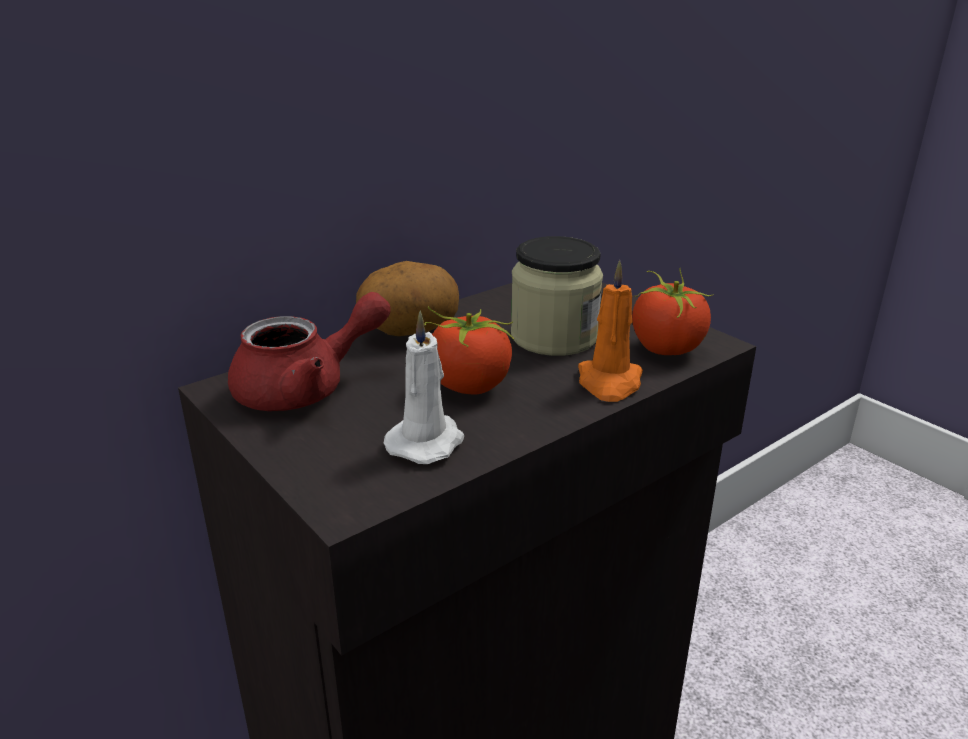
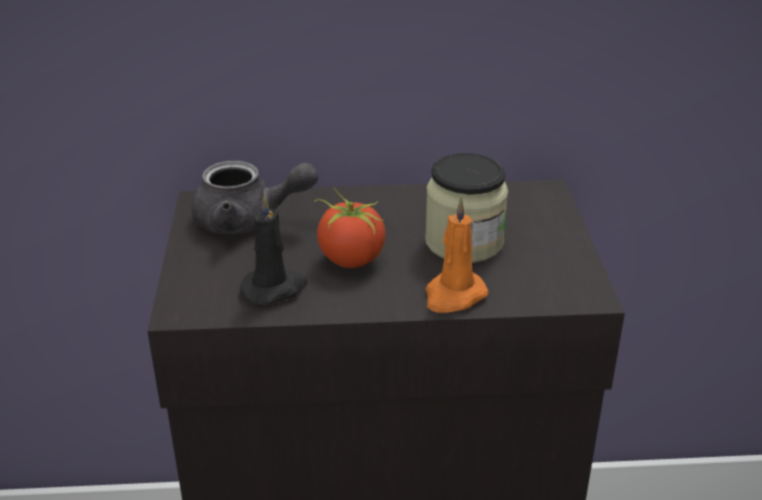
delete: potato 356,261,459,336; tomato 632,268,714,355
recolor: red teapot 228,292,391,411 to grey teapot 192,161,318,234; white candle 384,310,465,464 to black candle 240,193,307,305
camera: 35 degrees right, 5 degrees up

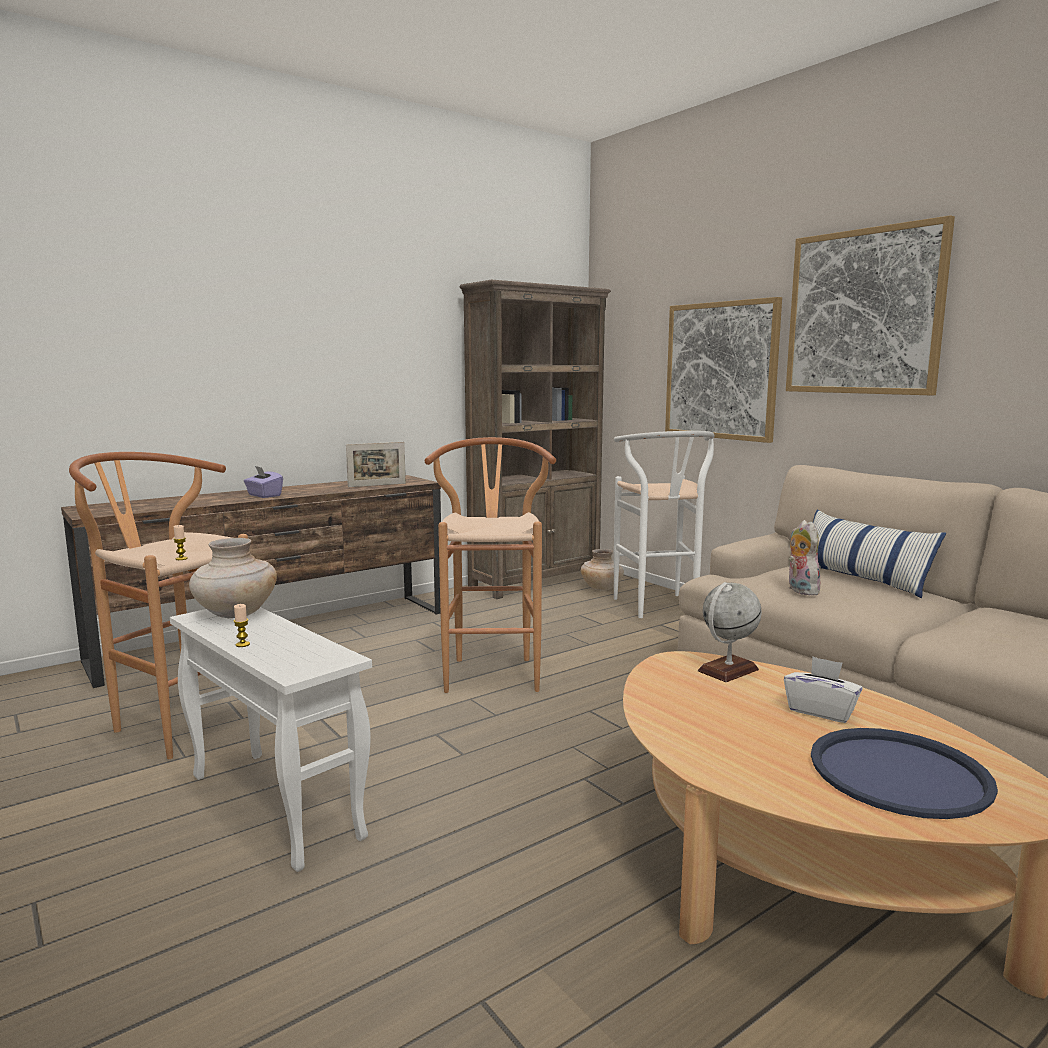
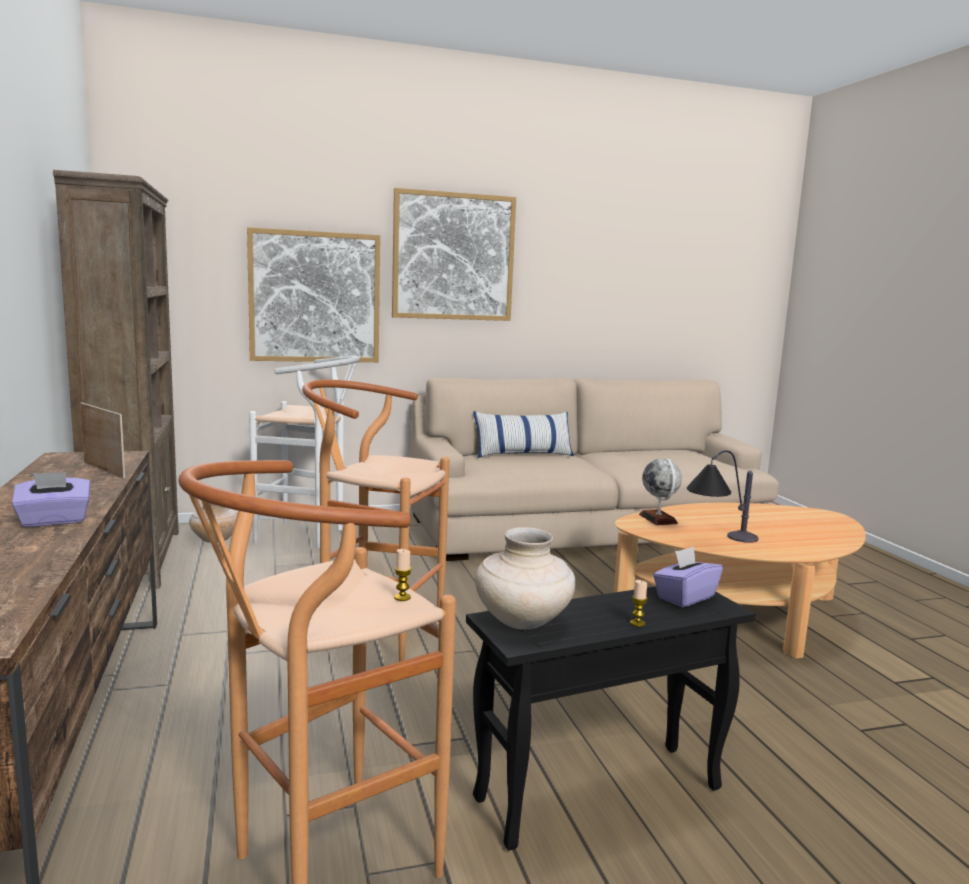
delete: white tissue box 784,656,863,723; plush toy 788,520,821,596; blue tray 811,728,998,819
insert: purple tissue box 653,546,723,607; table lamp 687,450,759,543
recolor: white side table 170,607,372,872 to black side table 466,586,755,851
rotate: picture frame 346,442,406,487 = 80,402,125,479 45 degrees counterclockwise
camera: 70 degrees left, 0 degrees up

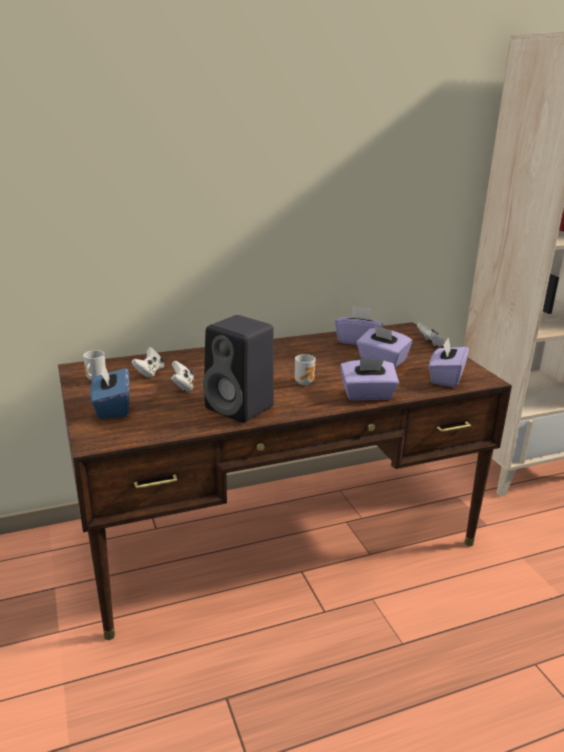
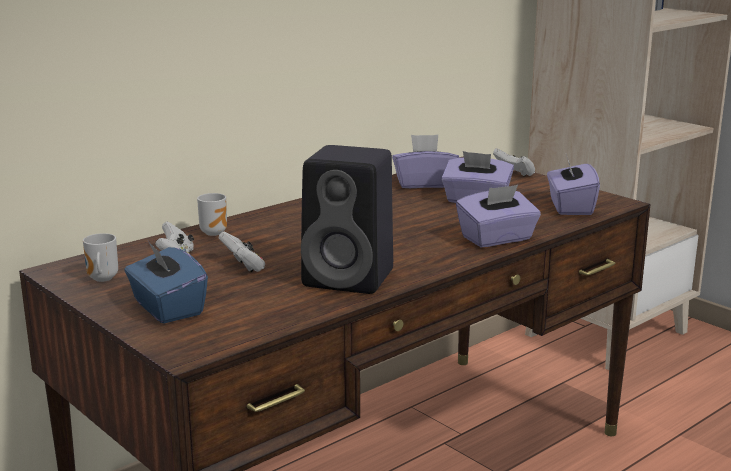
move: mug 295,354,316,385 to 197,193,227,236
camera: 20 degrees left, 5 degrees down

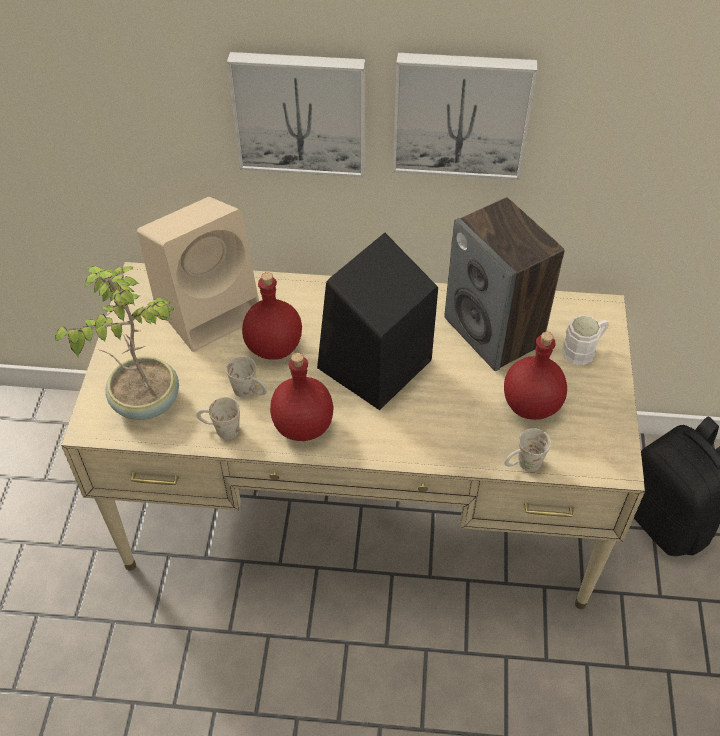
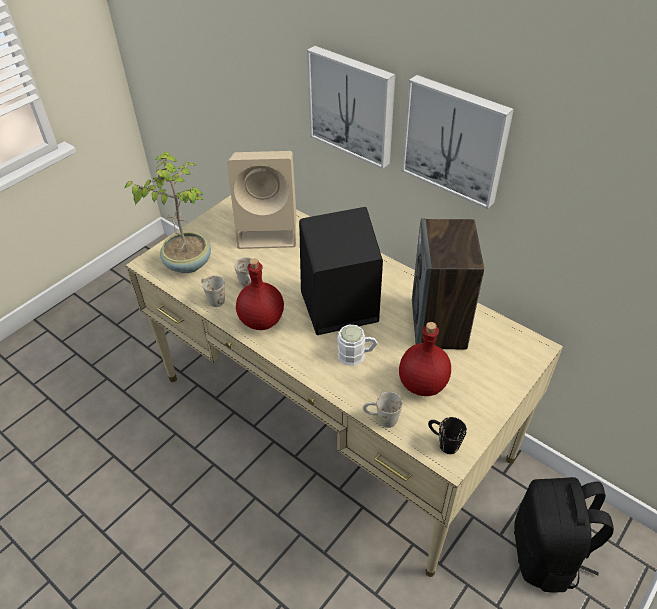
delete: red bottle 242,272,302,360
insert: black mug 428,417,467,454
move: white mug 561,315,609,365 to 337,325,377,366
camera: 35 degrees right, 5 degrees down

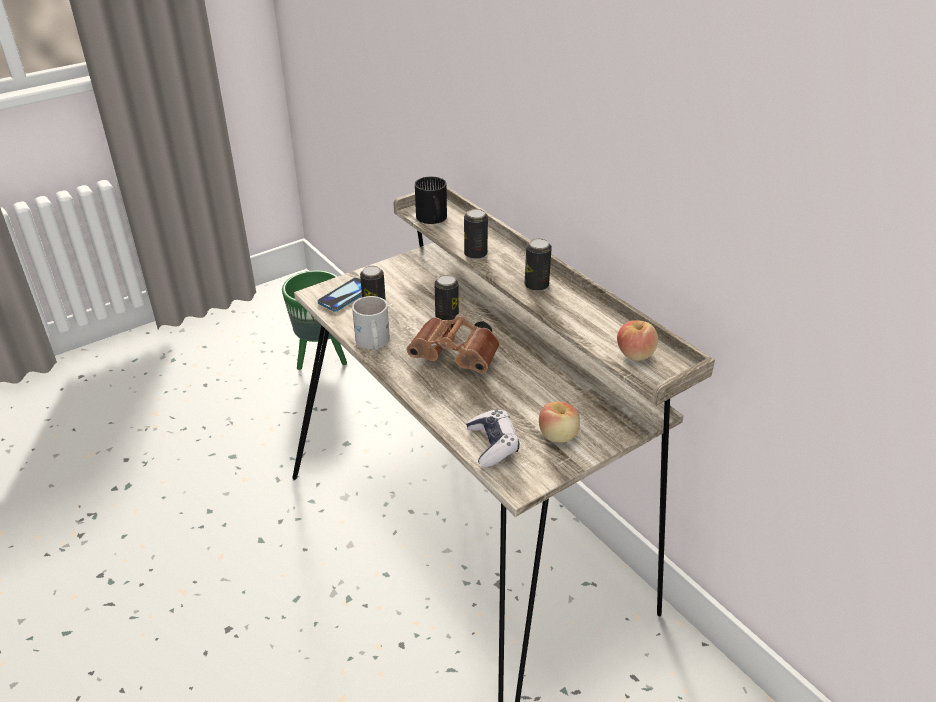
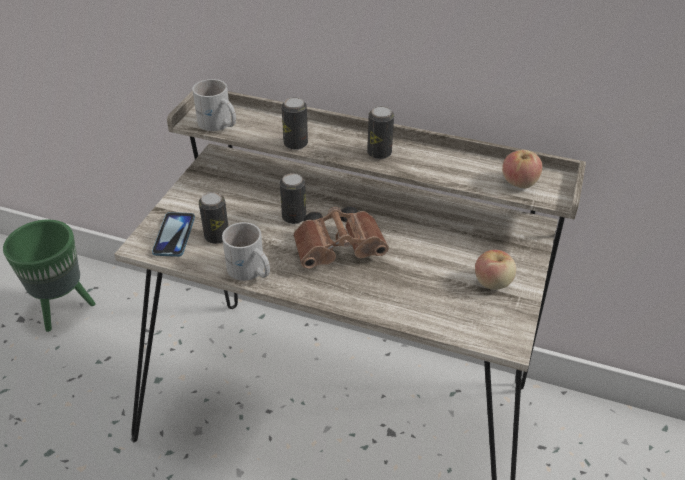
delete: game controller 466,409,519,467
recolor: black mug 415,177,447,224 to white mug 192,79,236,131
camera: 35 degrees left, 5 degrees up

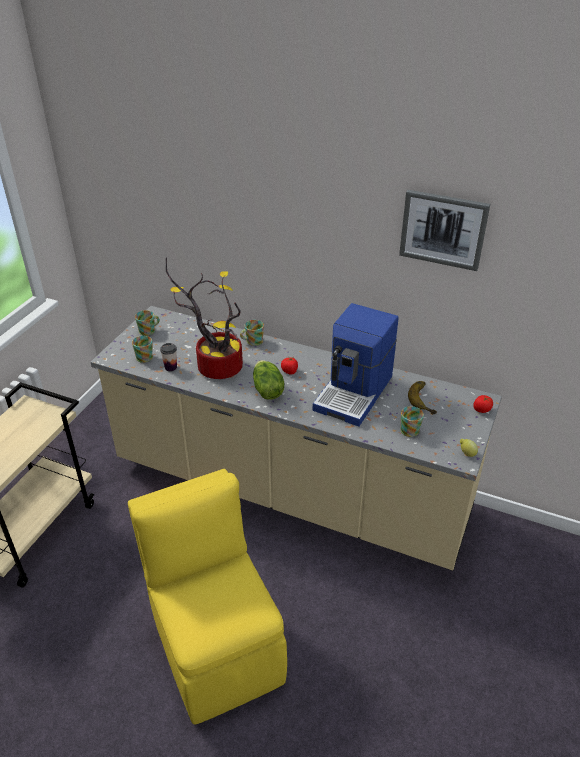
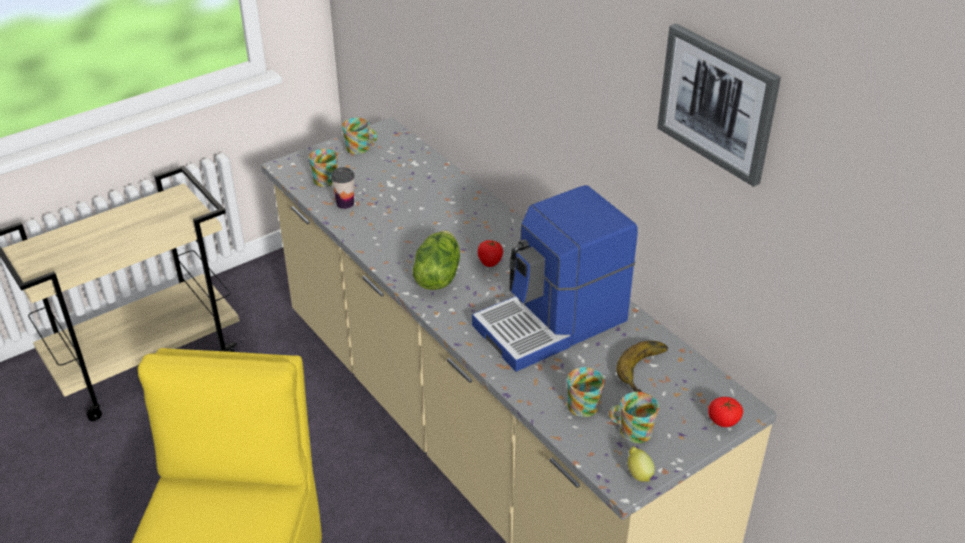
delete: potted plant 166,257,243,379
move: mug 240,320,264,346 to 609,392,659,443
camera: 30 degrees right, 0 degrees up

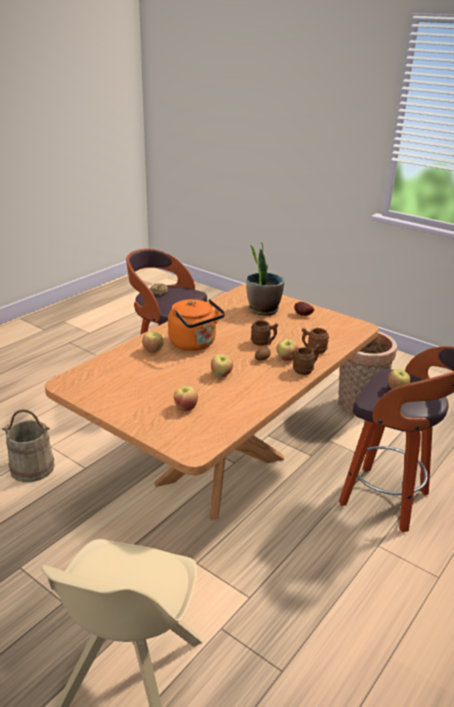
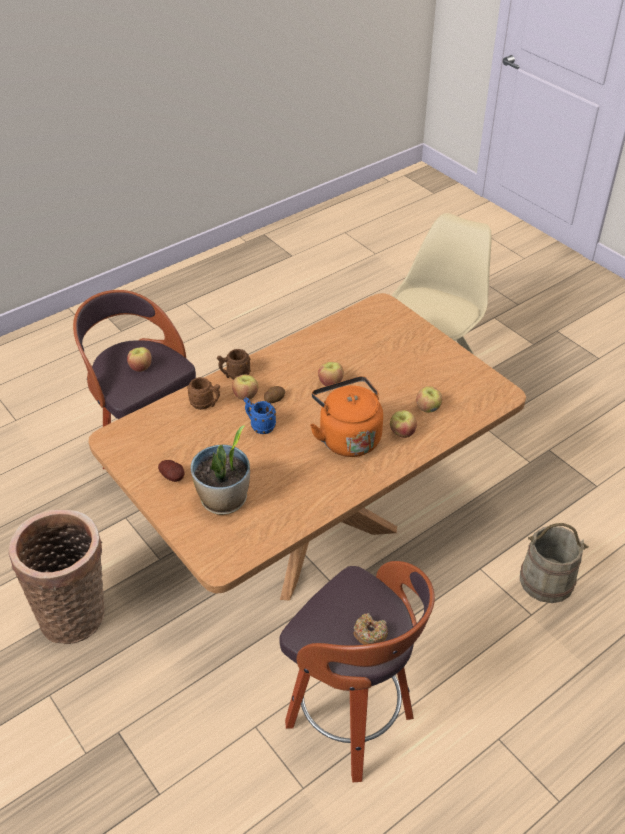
move: apple 174,386,198,411 to 416,386,442,413
recolor: brown mug 251,320,278,346 to blue mug 244,397,276,434
camera: 165 degrees left, 15 degrees up

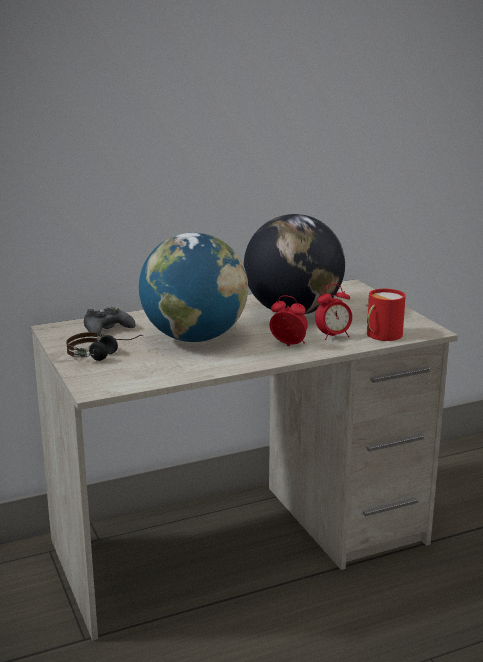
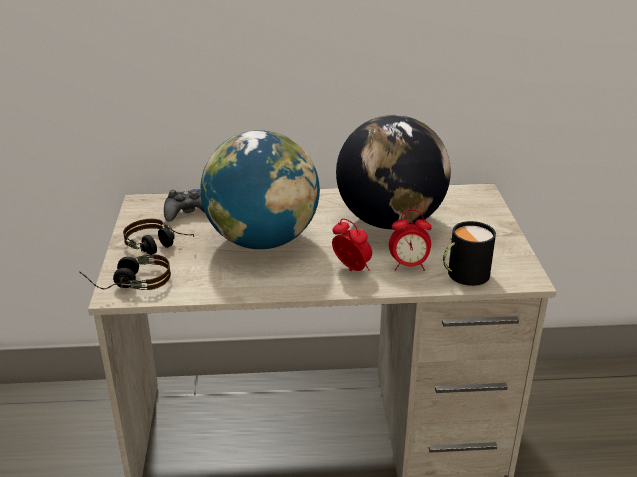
insert: headphones 79,254,171,290
recolor: red mug 366,289,406,341 to black mug 443,221,496,286
camera: 20 degrees right, 10 degrees up

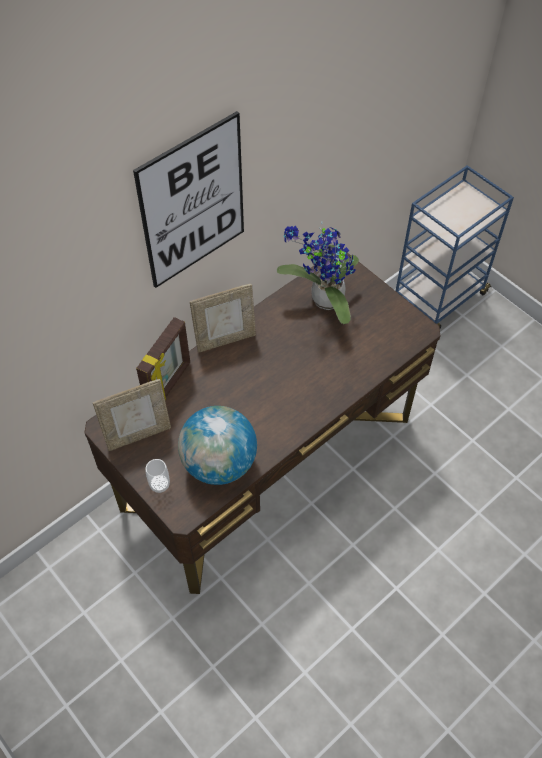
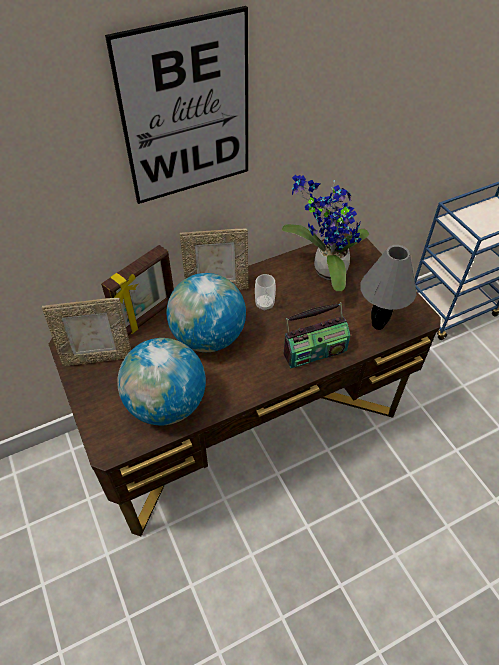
insert: globe 166,273,246,352; radio 284,302,351,368; grey table lamp 360,245,417,330
move: cup 145,459,170,493 to 255,274,276,311
camera: 15 degrees right, 5 degrees down

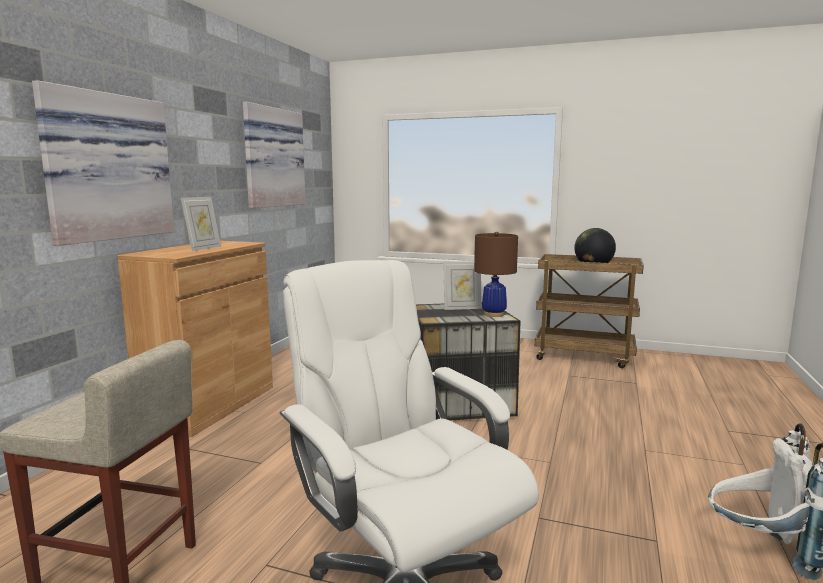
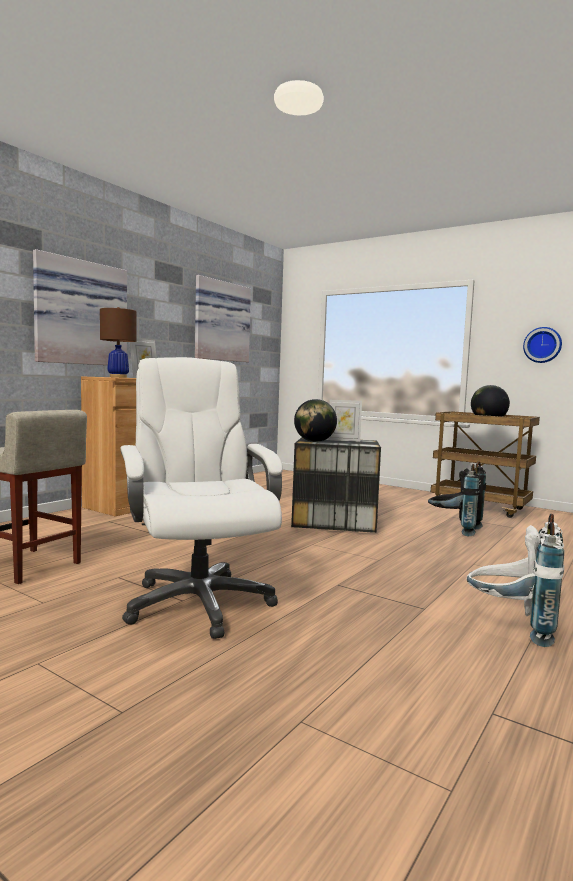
insert: globe 294,399,337,442; black backpack 428,461,486,536; wall clock 523,327,562,363
move: brown table lamp 474,232,518,317 to 100,307,137,378
camera: 15 degrees right, 5 degrees down

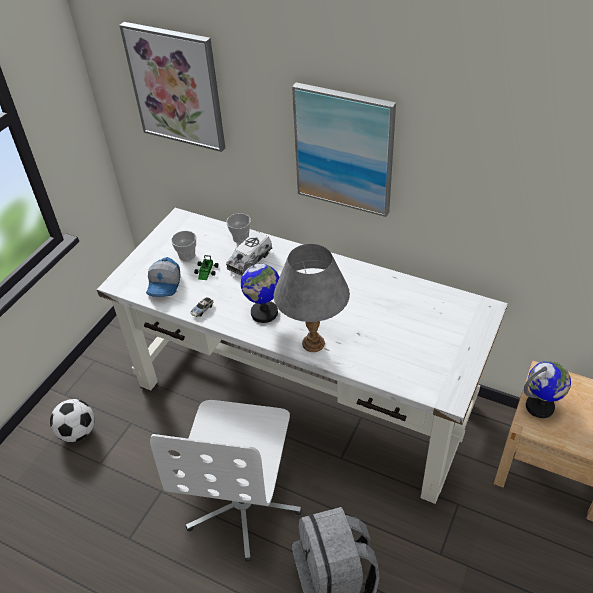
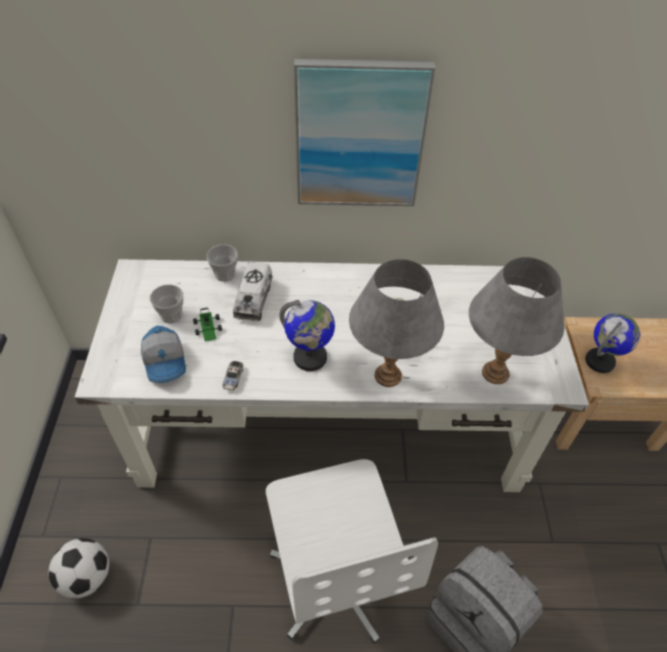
delete: picture 119,22,225,152
insert: grey table lamp 469,257,564,384
camera: 30 degrees left, 5 degrees up

